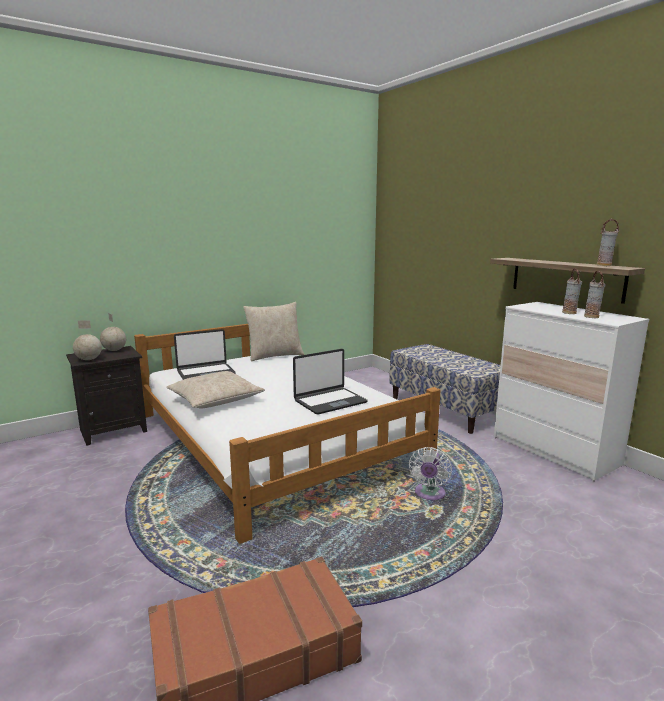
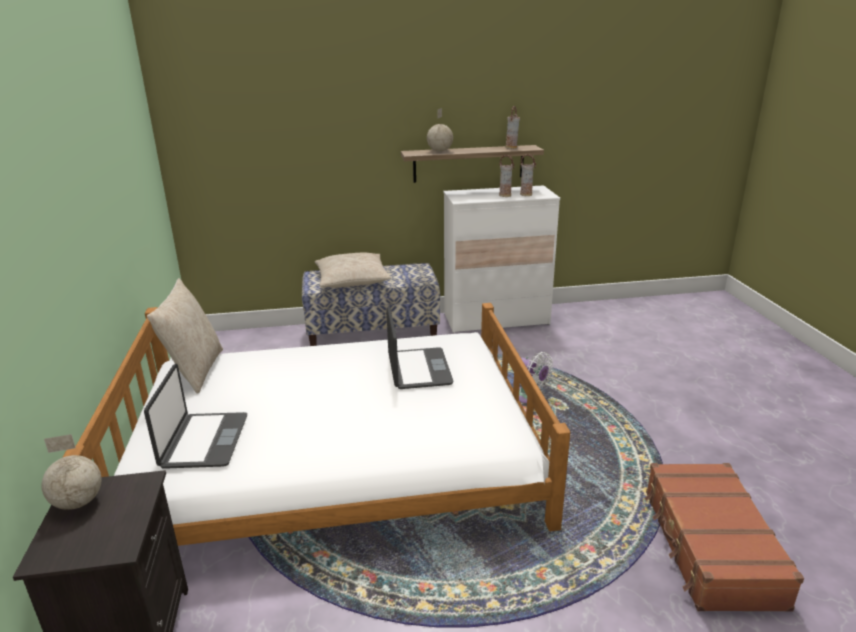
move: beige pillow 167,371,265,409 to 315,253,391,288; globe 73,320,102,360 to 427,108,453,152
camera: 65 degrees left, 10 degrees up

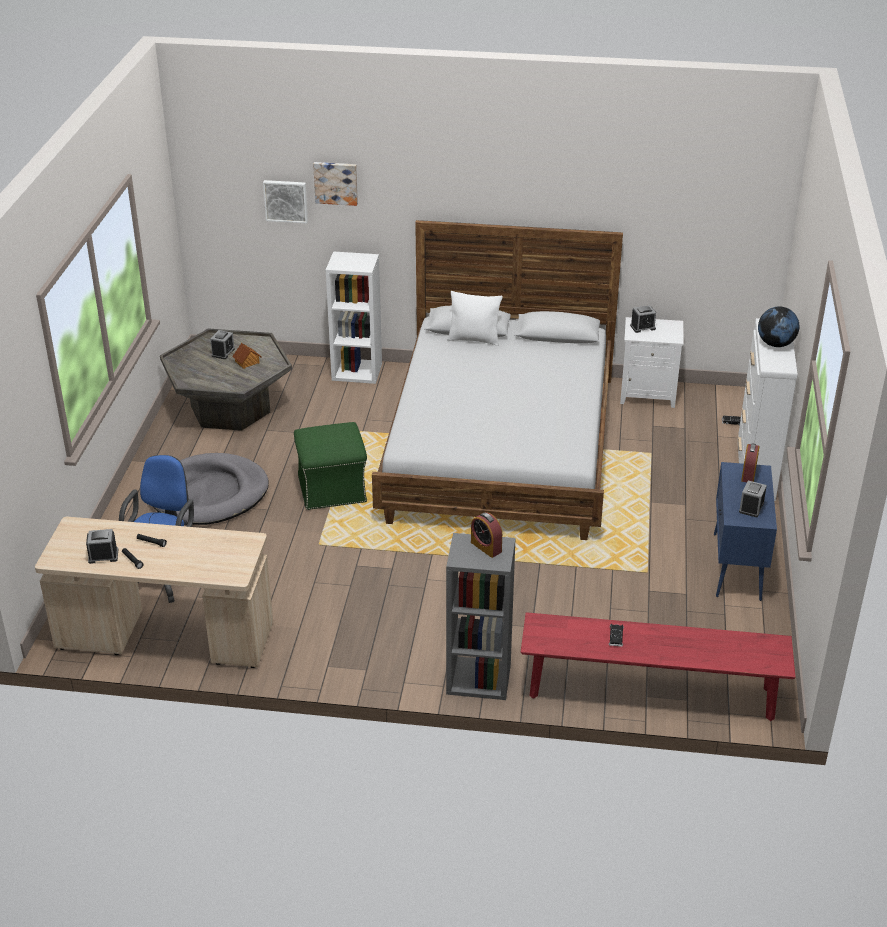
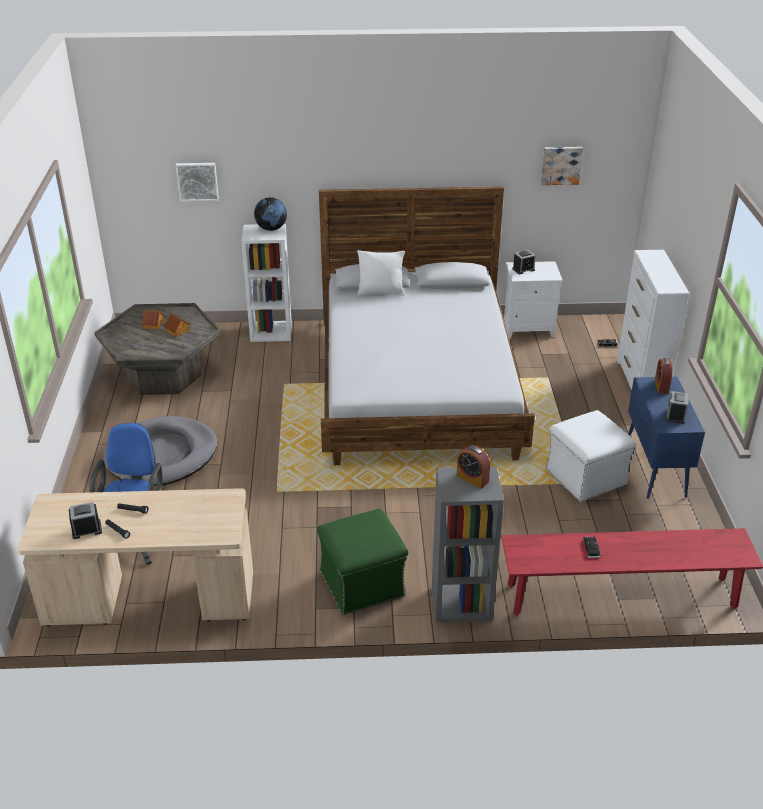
insert: white ottoman 546,410,636,502
move: globe 758,306,799,347 to 254,197,287,231; green ottoman 294,422,367,510 to 317,509,408,615; picture 313,162,358,206 to 541,147,583,185
replace: alarm clock 210,330,235,359 to toy house 141,310,164,330
camera: 10 degrees left, 0 degrees up

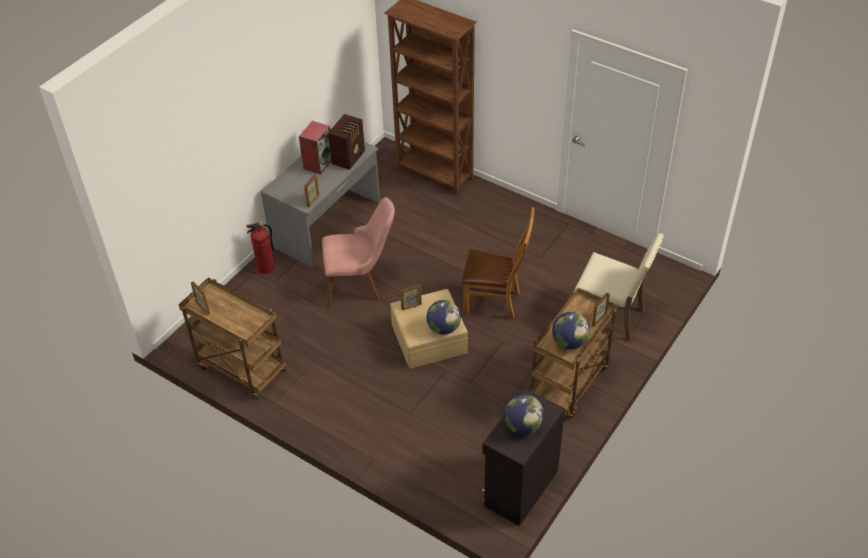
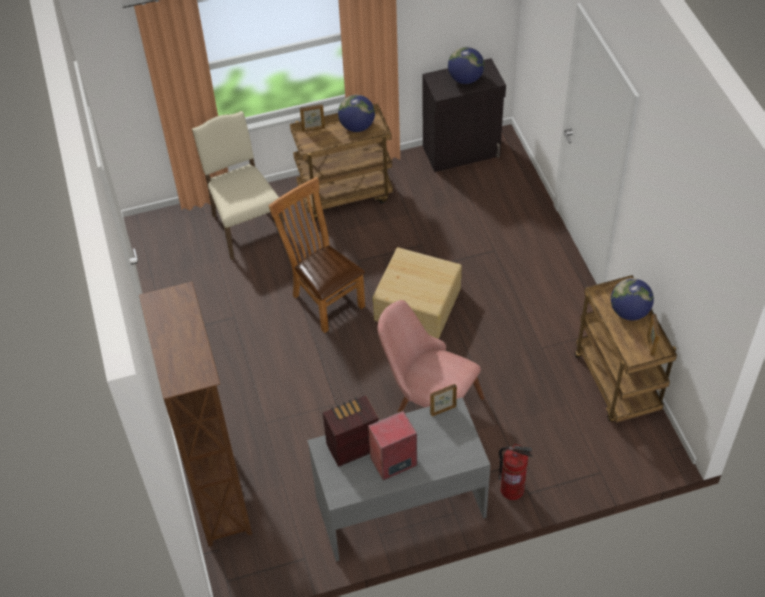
delete: picture frame 400,284,422,310
move: globe 426,300,461,335 to 611,278,654,321
camera: 140 degrees left, 5 degrees up

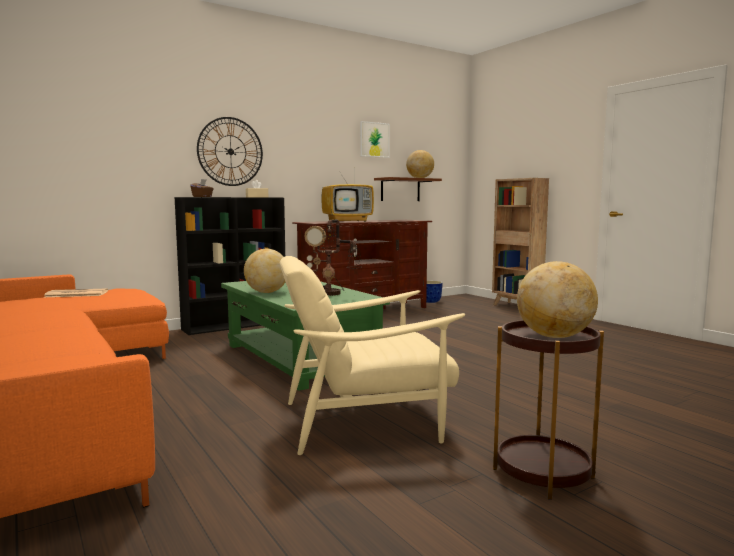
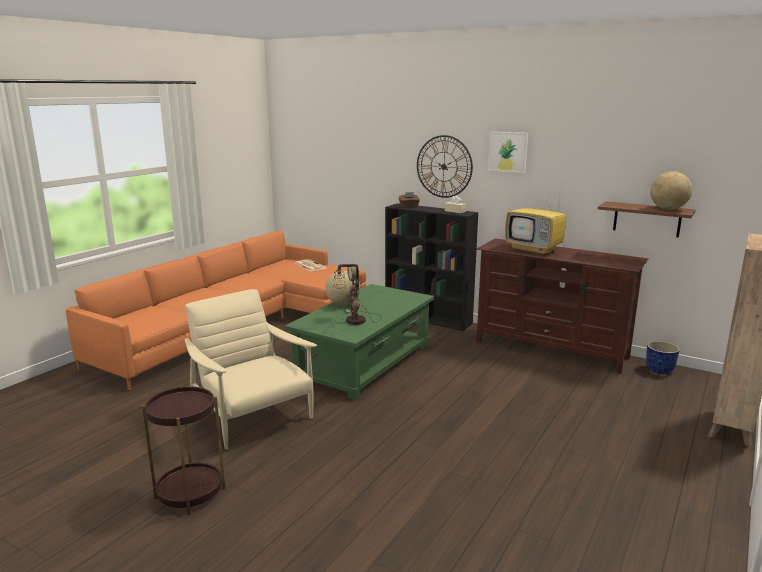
delete: globe 517,261,598,338
move: picture 360,121,390,158 to 488,132,528,173
camera: 65 degrees right, 10 degrees up

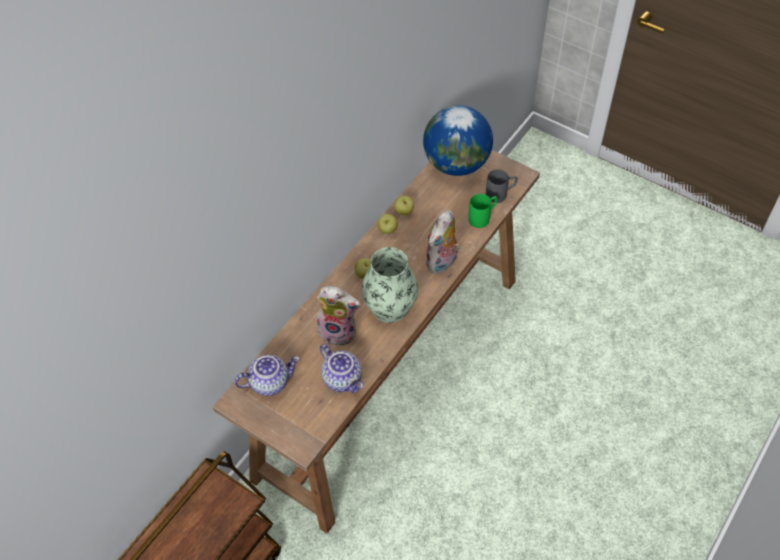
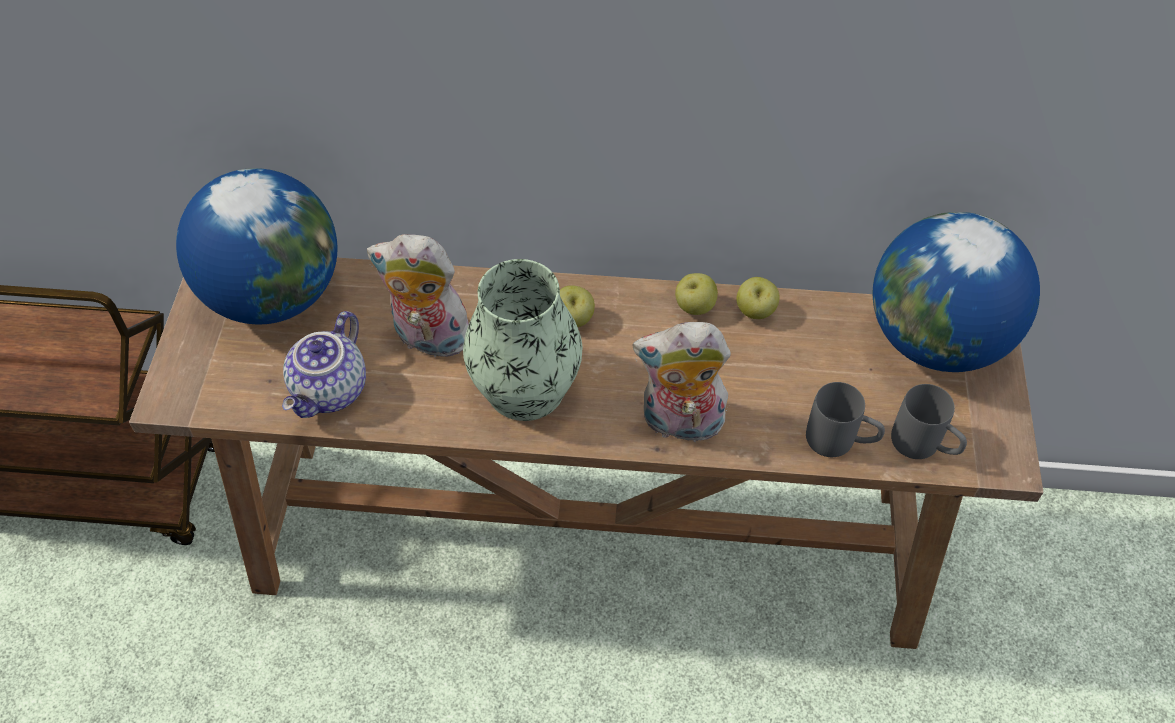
replace: teapot 234,355,300,396 to globe 176,168,338,324
recolor: green mug 468,194,497,228 to grey mug 806,382,885,457
rotate: plush toy 317,286,361,346 = 367,234,469,357 120 degrees clockwise
camera: 60 degrees right, 0 degrees up

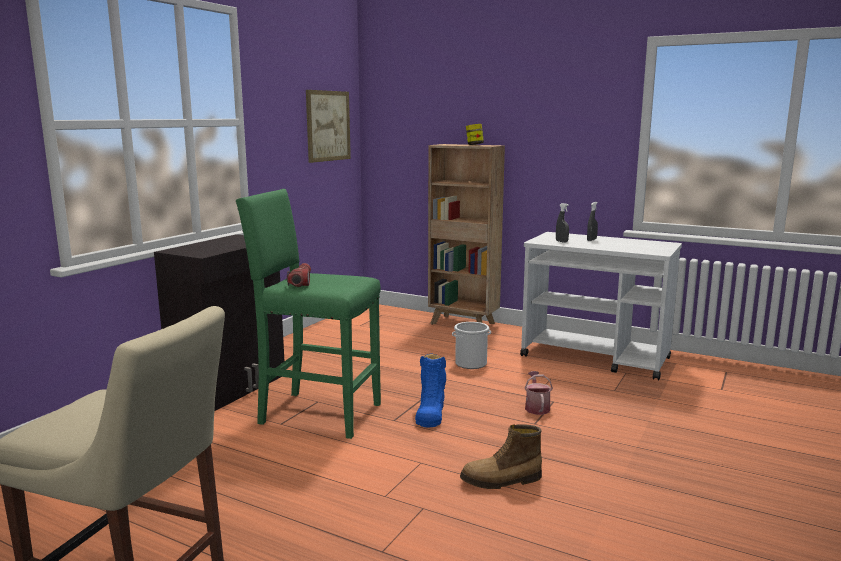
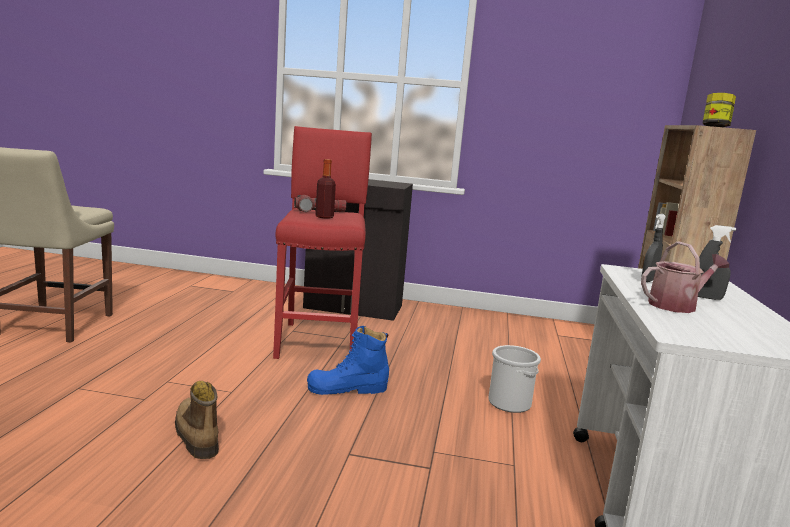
delete: picture 306,90,351,163
insert: bottle 315,159,336,219
move: watering can 525,371,553,415 to 641,242,729,313
recolor: green stool 236,189,381,439 to red stool 273,126,372,359
camera: 70 degrees right, 0 degrees up

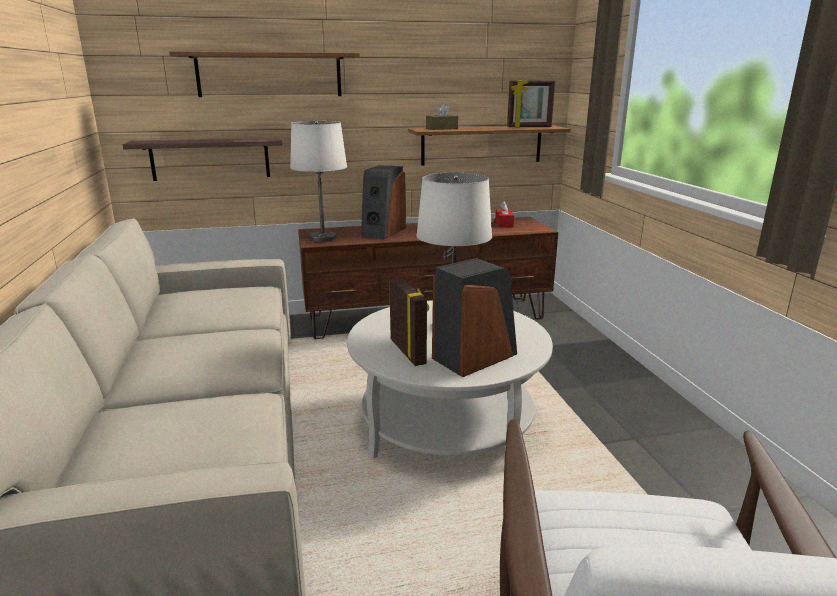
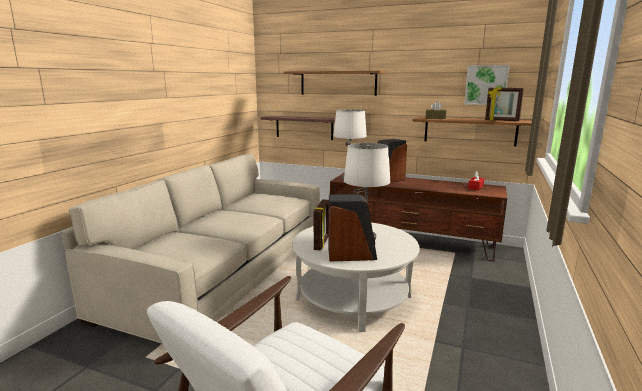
insert: picture 464,65,510,105
camera: 35 degrees right, 5 degrees down

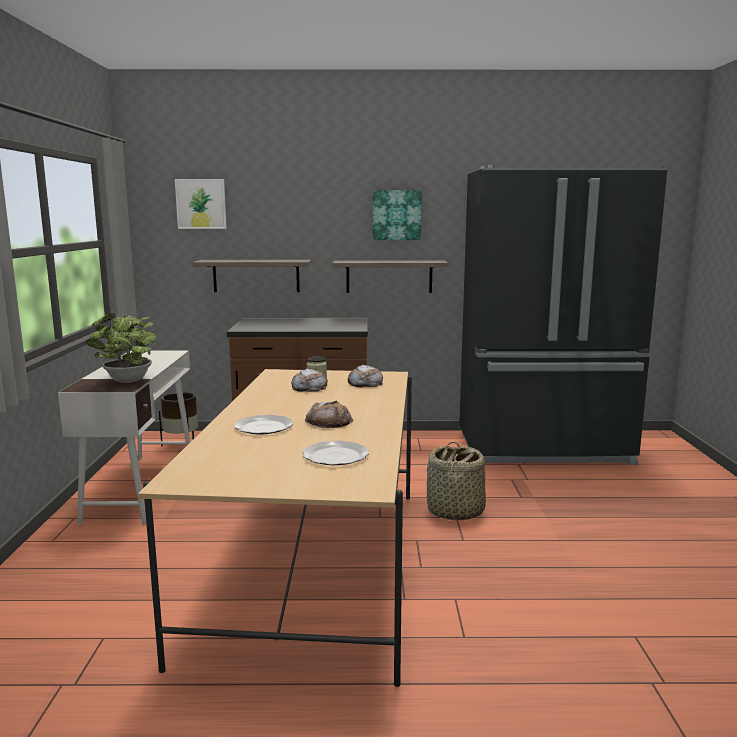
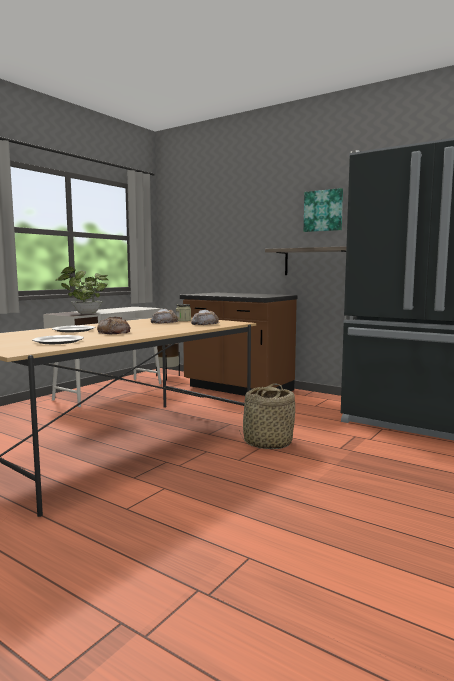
delete: picture 175,179,227,229; shelf 192,260,311,292
camera: 35 degrees right, 5 degrees down

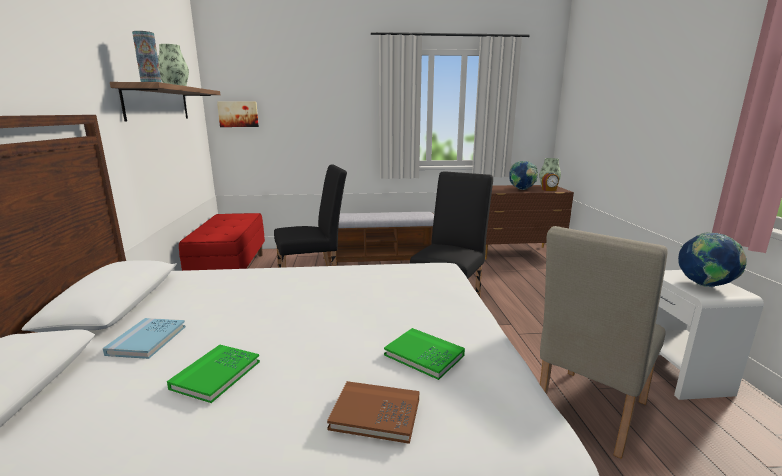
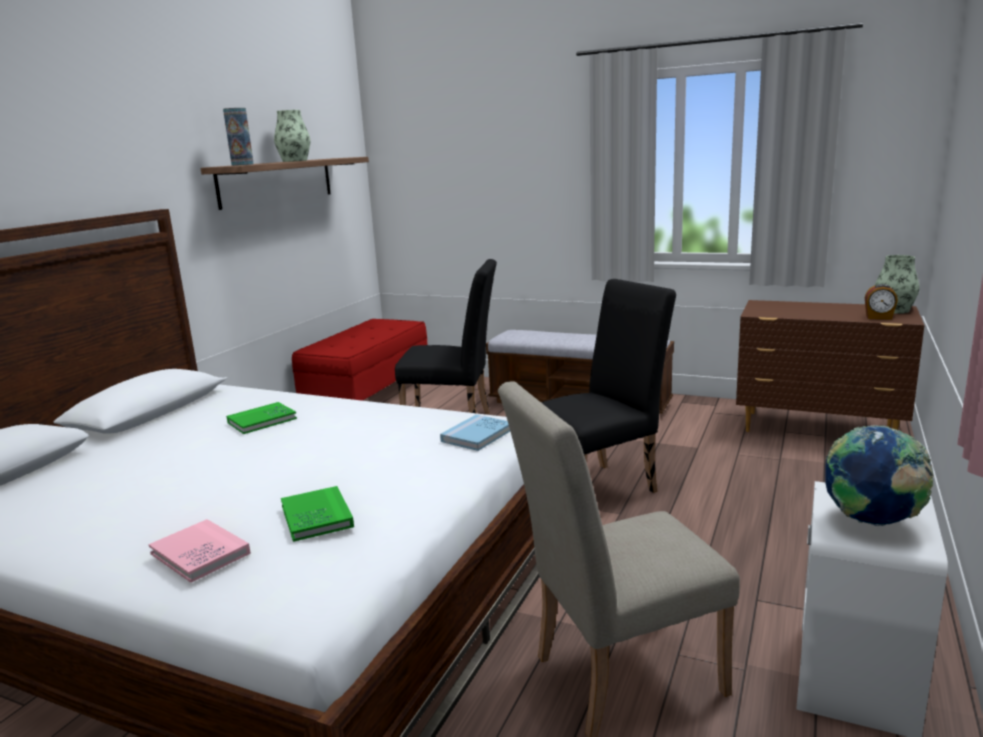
delete: picture 217,102,259,127; globe 509,161,538,190
move: green book 167,345,260,403 to 226,402,297,434; blue book 103,318,186,359 to 440,414,510,451
recolor: brown book 327,381,419,444 to pink book 149,519,251,583
camera: 30 degrees right, 0 degrees up

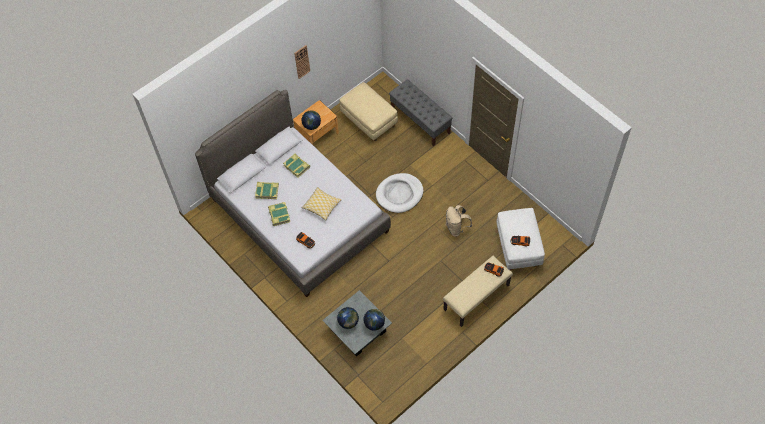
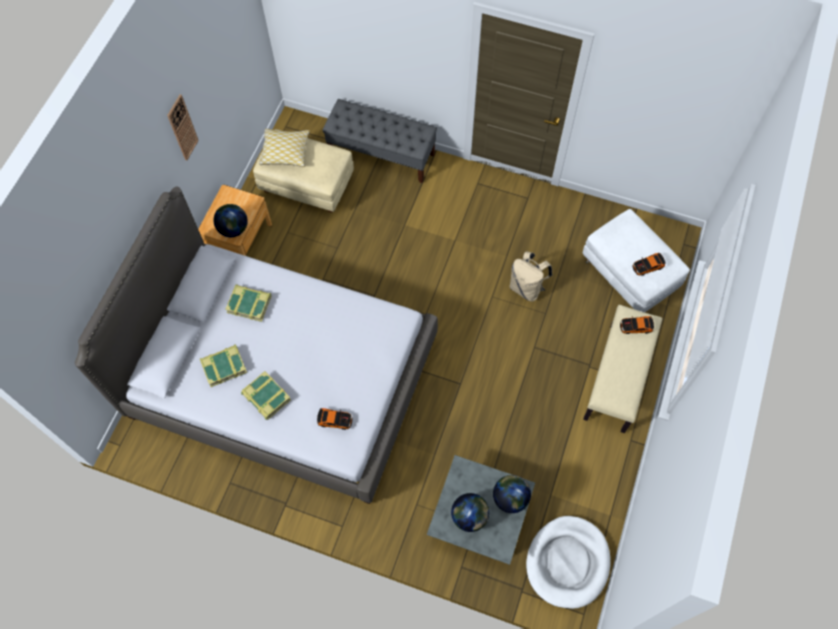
move: pillow 302,187,342,221 to 259,129,310,167; white dog bed 376,173,423,213 to 526,516,610,609
camera: 30 degrees left, 5 degrees up

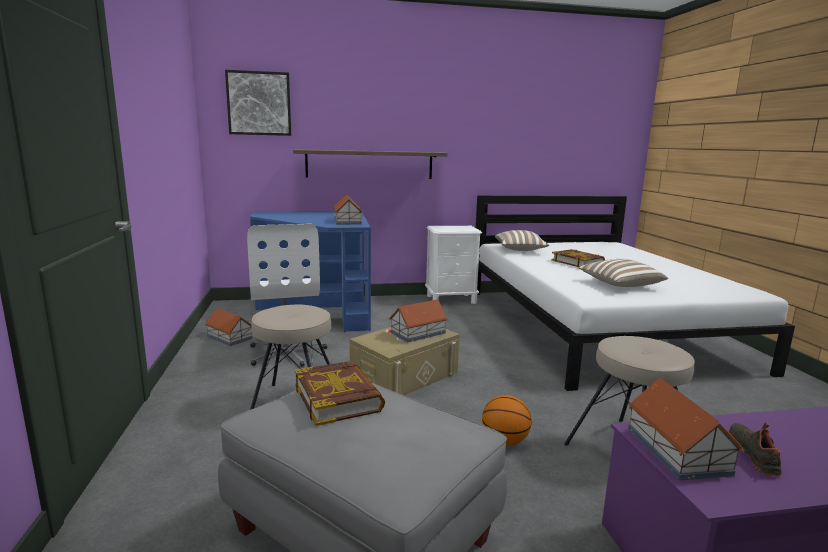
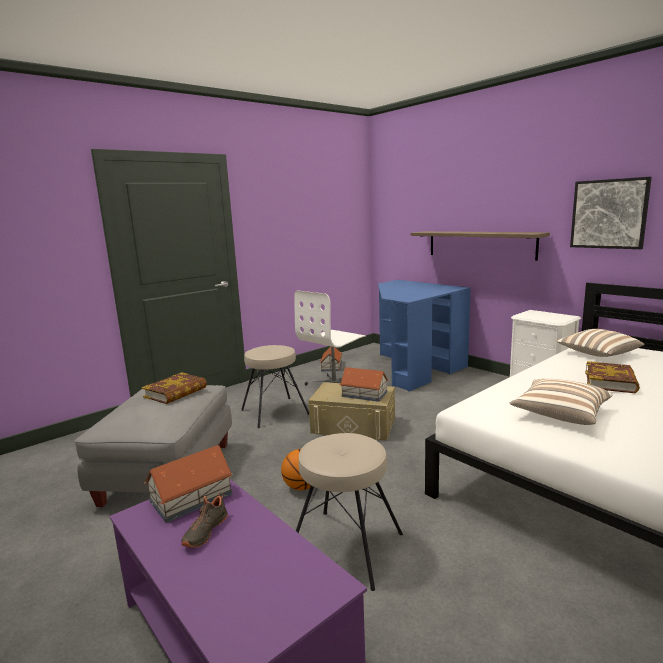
delete: toy house 334,194,363,225
move: picture 225,70,291,136 to 570,177,652,249
rotate: black shoe 729,423,782,476 = 182,493,227,547 135 degrees clockwise
camera: 60 degrees right, 0 degrees up

